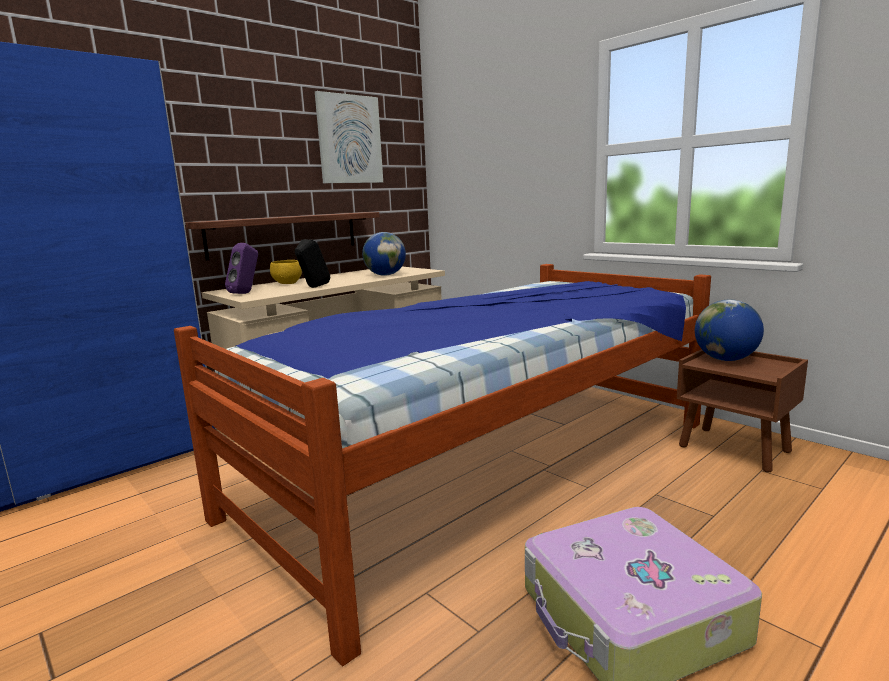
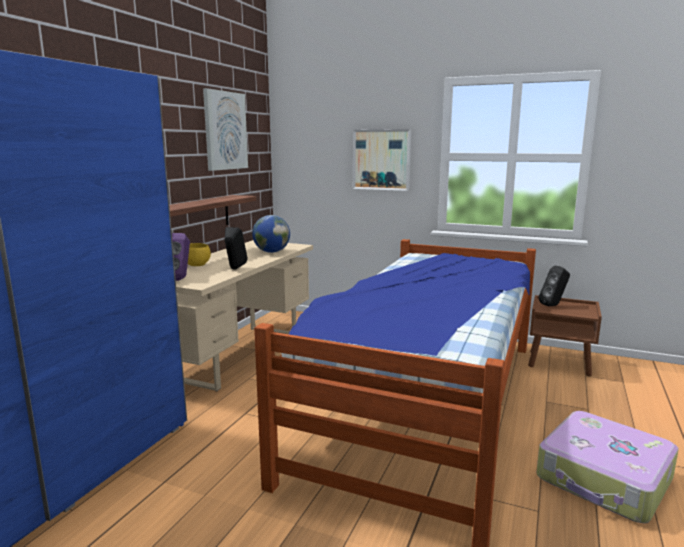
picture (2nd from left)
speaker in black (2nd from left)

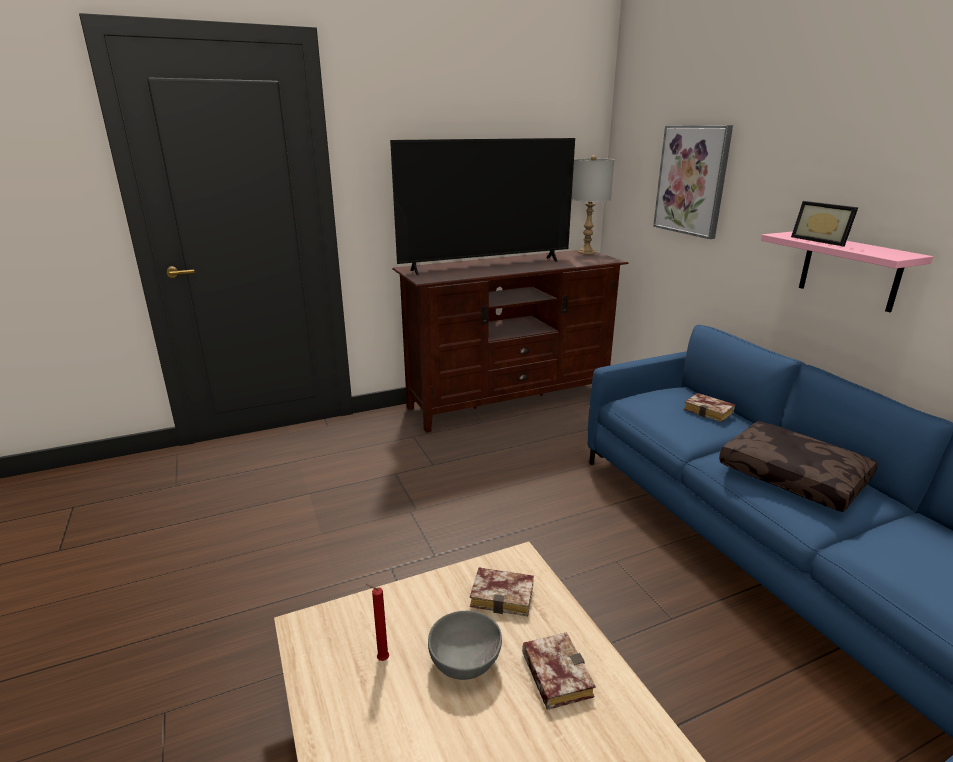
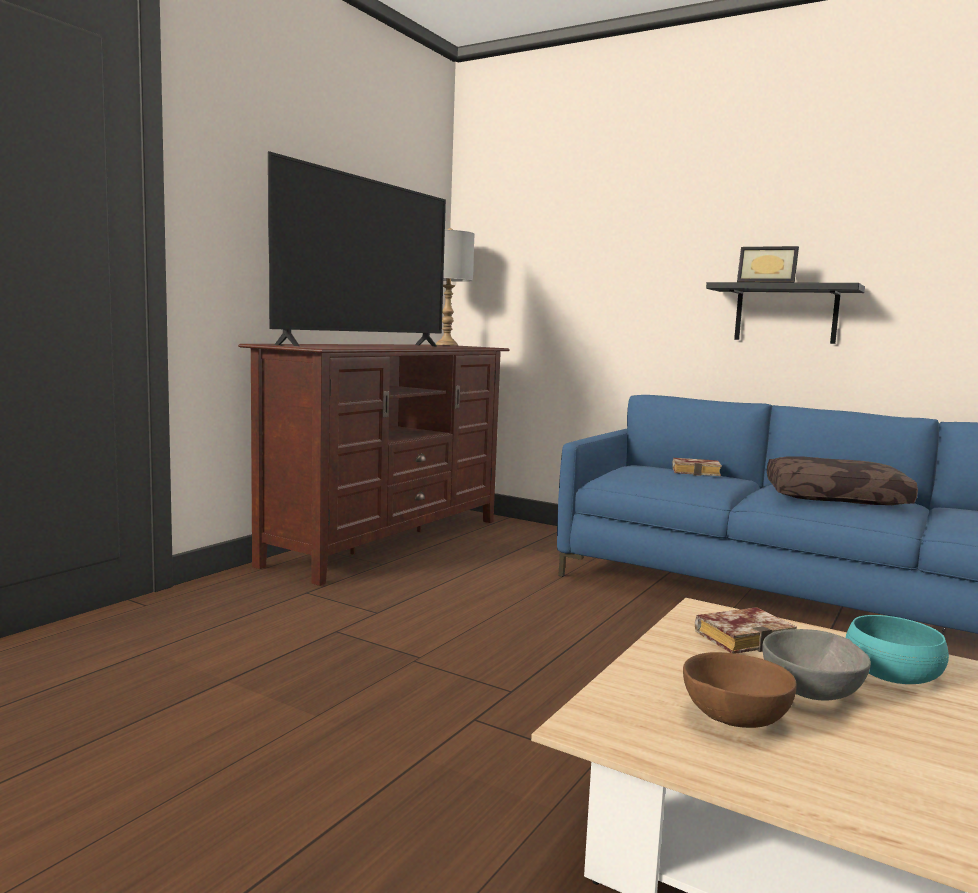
bowl in brown
shelf in black
bowl in turquoise
picture

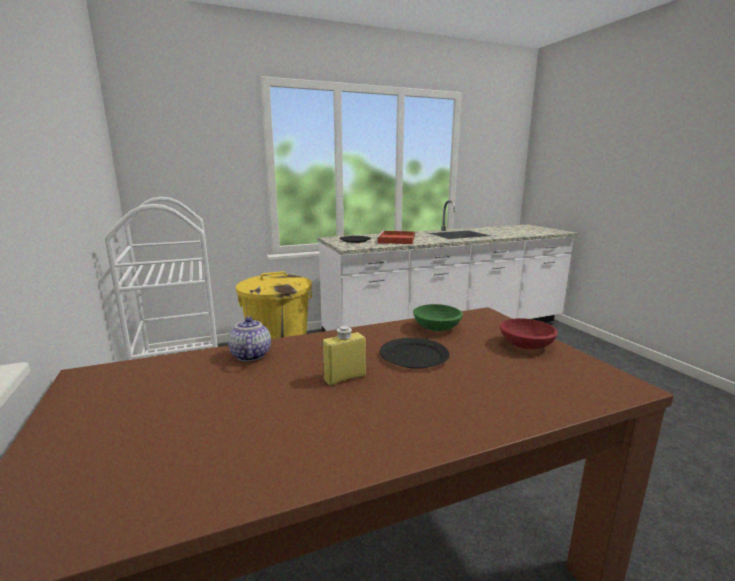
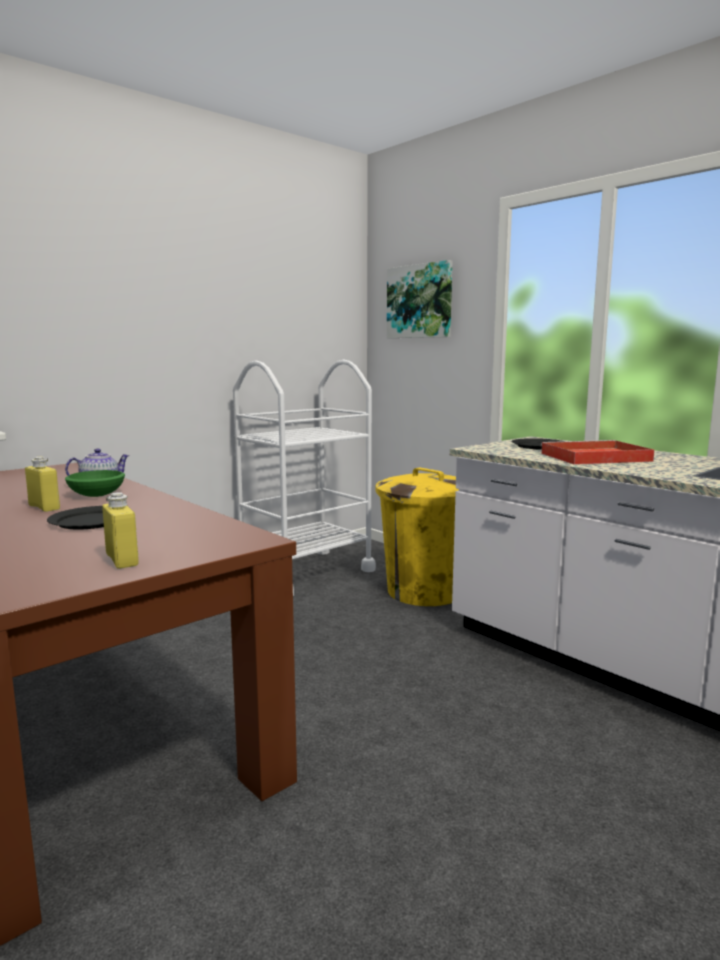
bowl in green
bottle in yellow (2nd from left)
picture

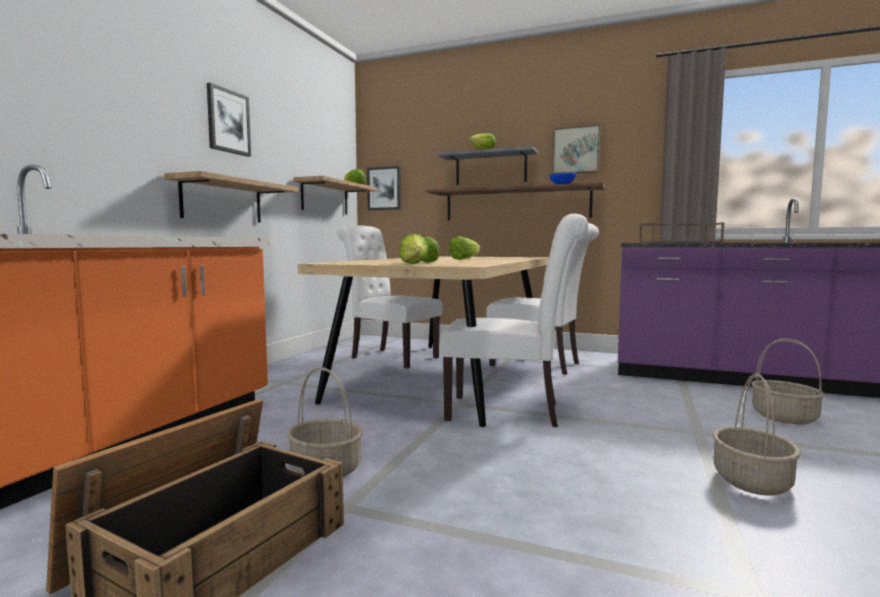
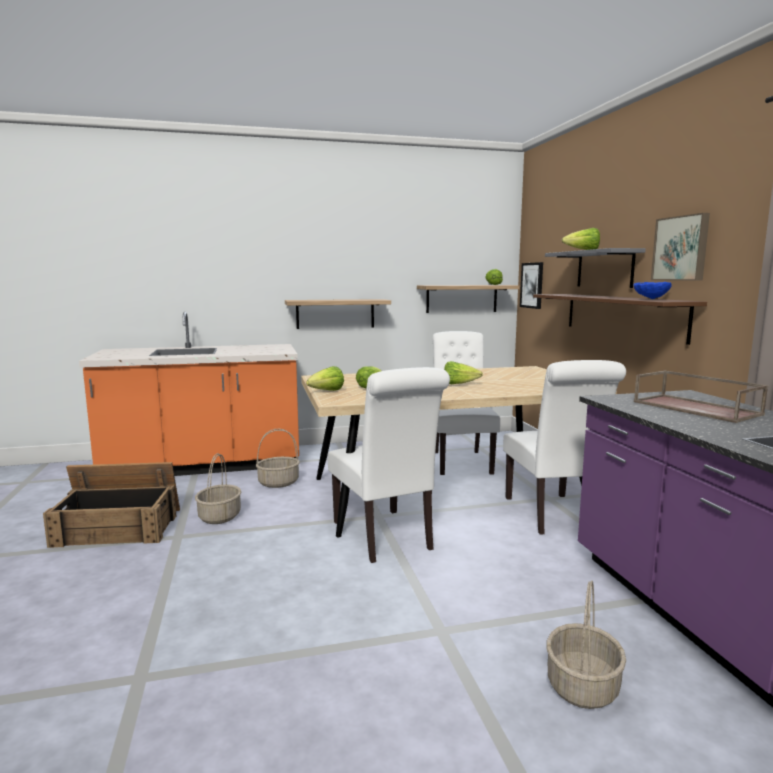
basket (2nd from left)
picture (1st from left in the first image)

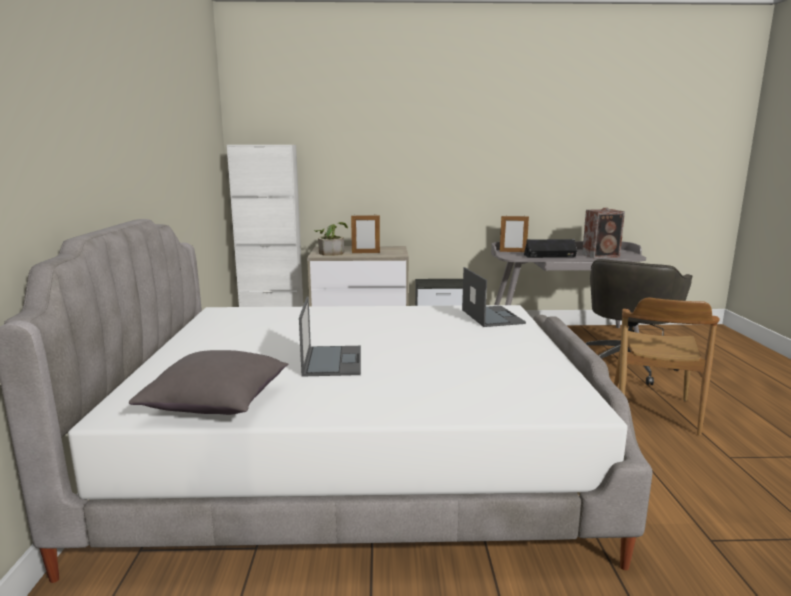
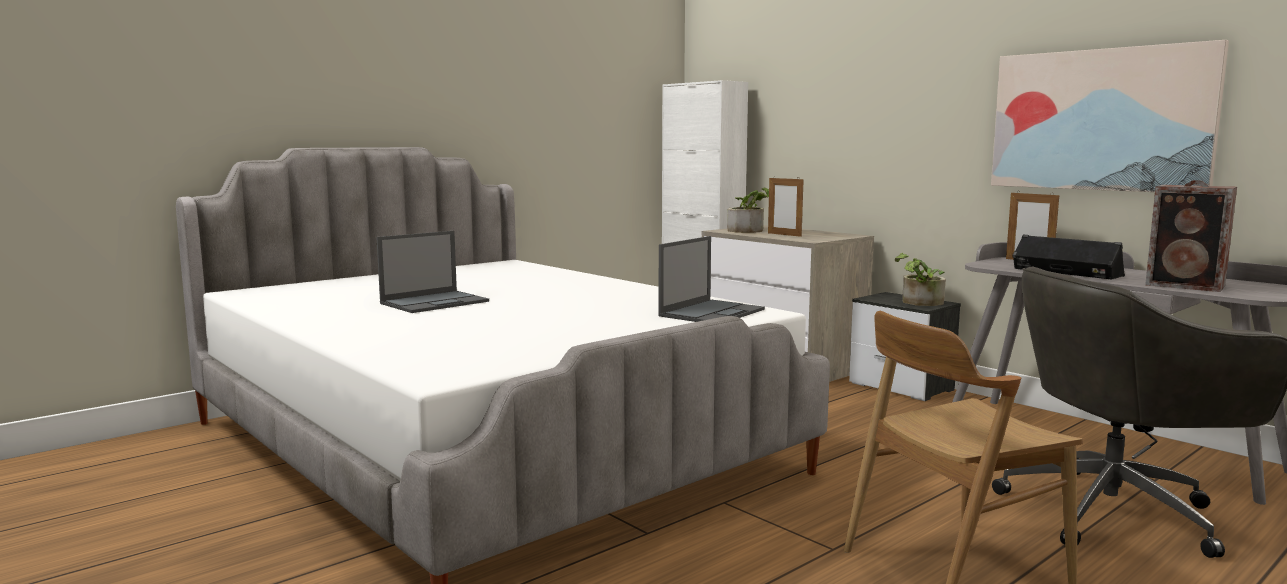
potted plant (2nd from left)
picture
pillow in grey

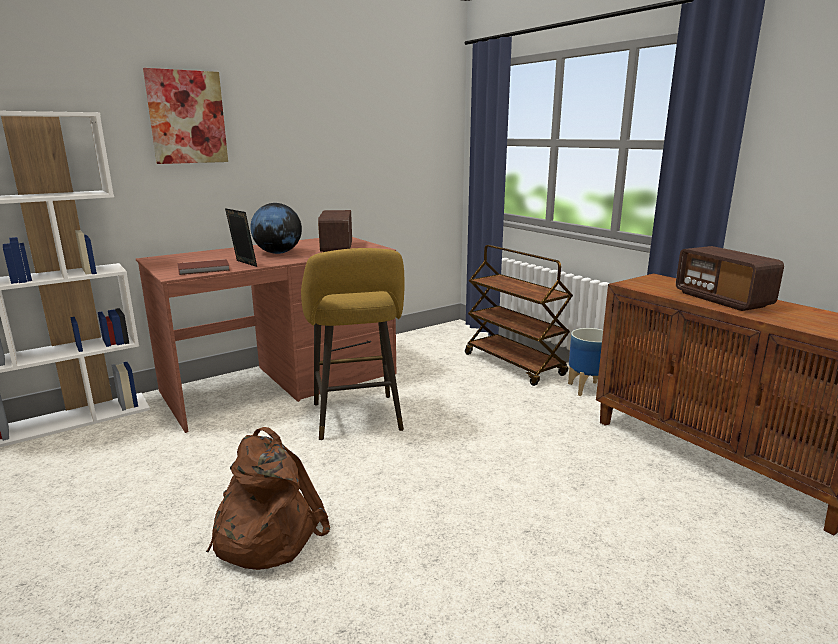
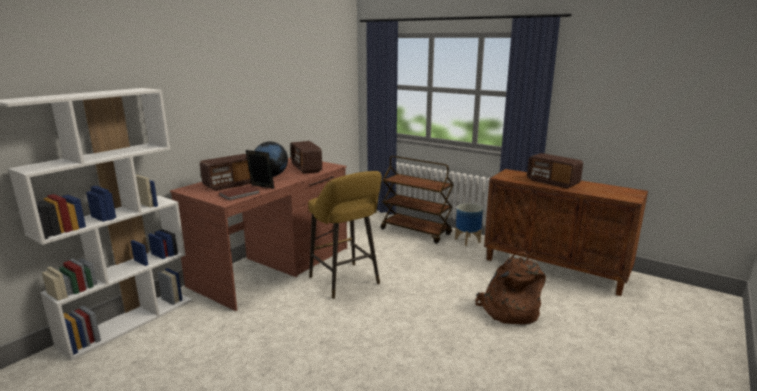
radio (1st from left)
backpack in brown
picture

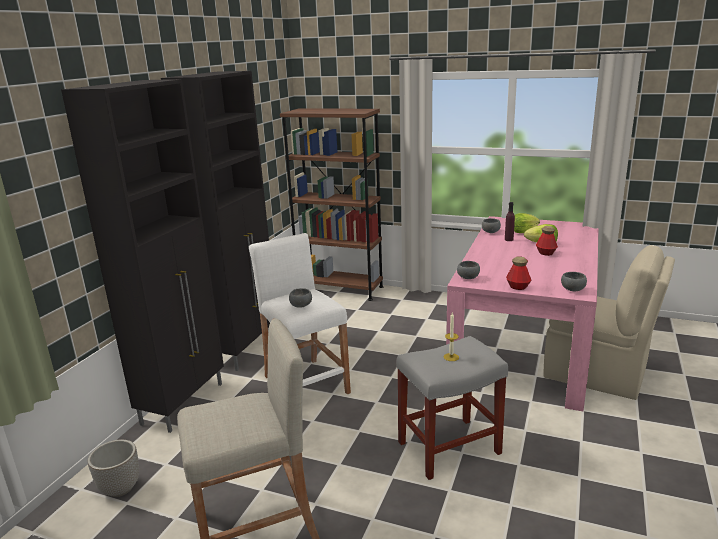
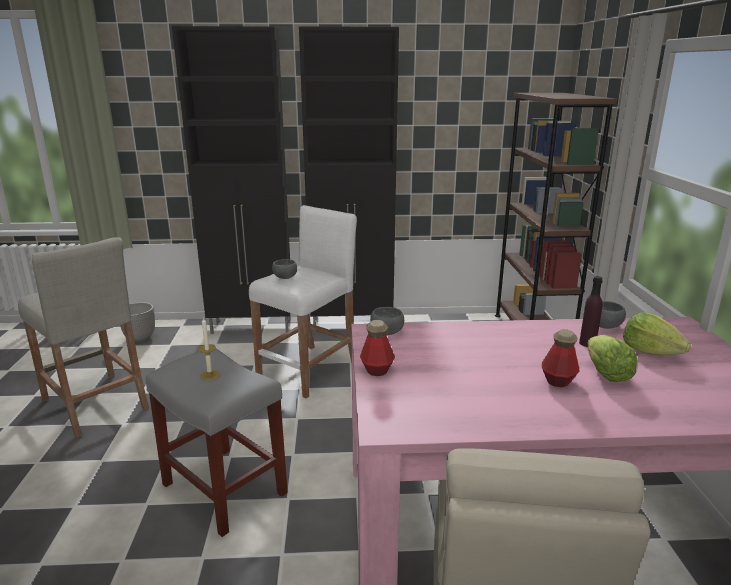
bowl in grey (4th from left in the first image)

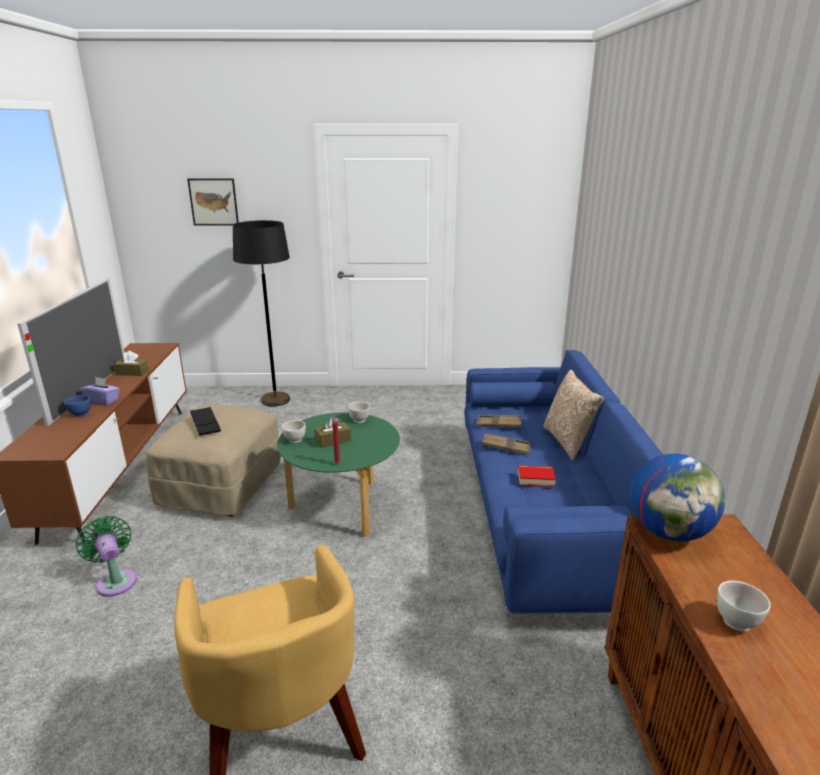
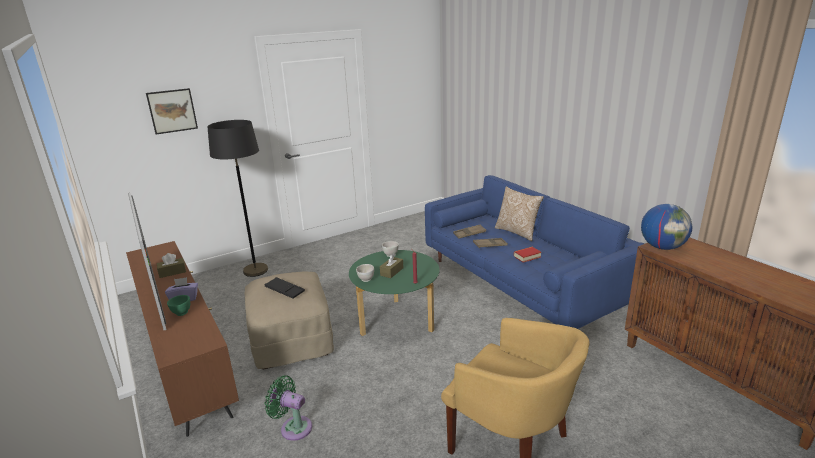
bowl in green
bowl in white (3rd from left in the first image)

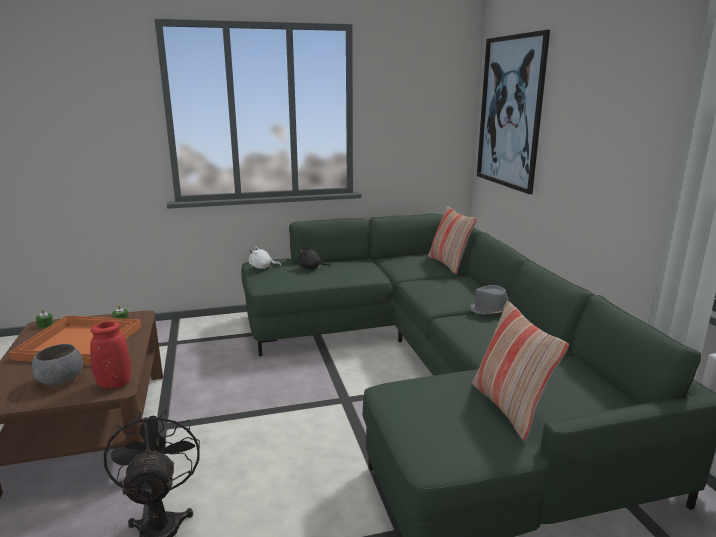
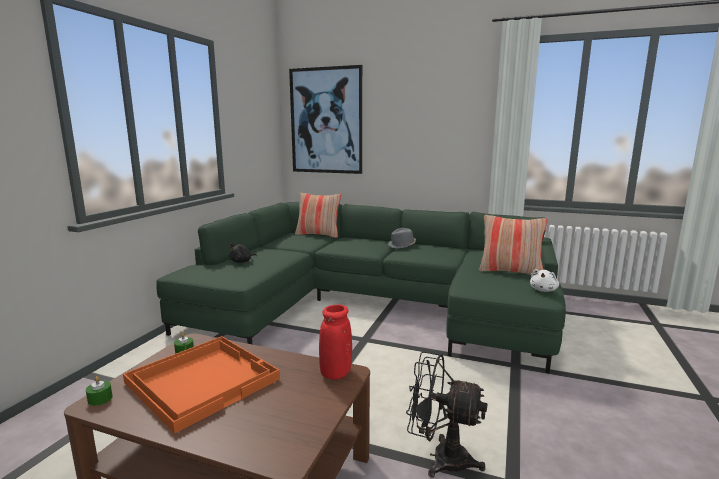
plush toy in white
bowl in grey

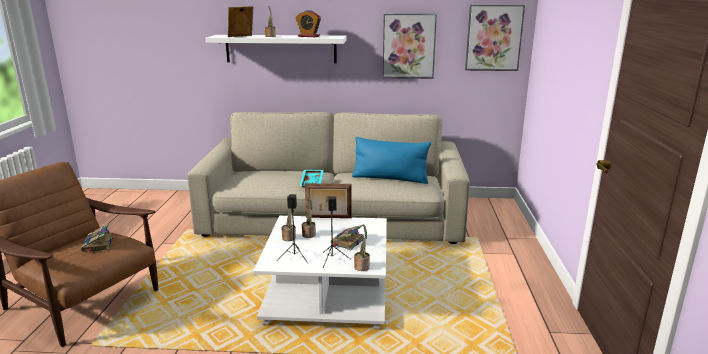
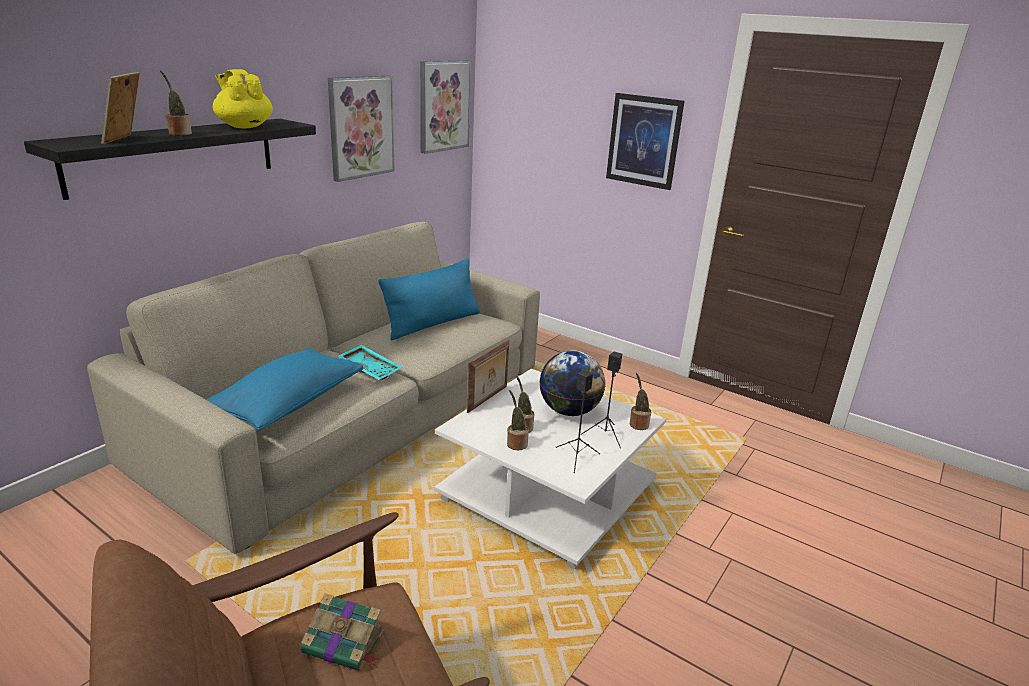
shelf in black
pillow in blue (1st from left)
teapot in yellow
globe
picture (3rd from left)

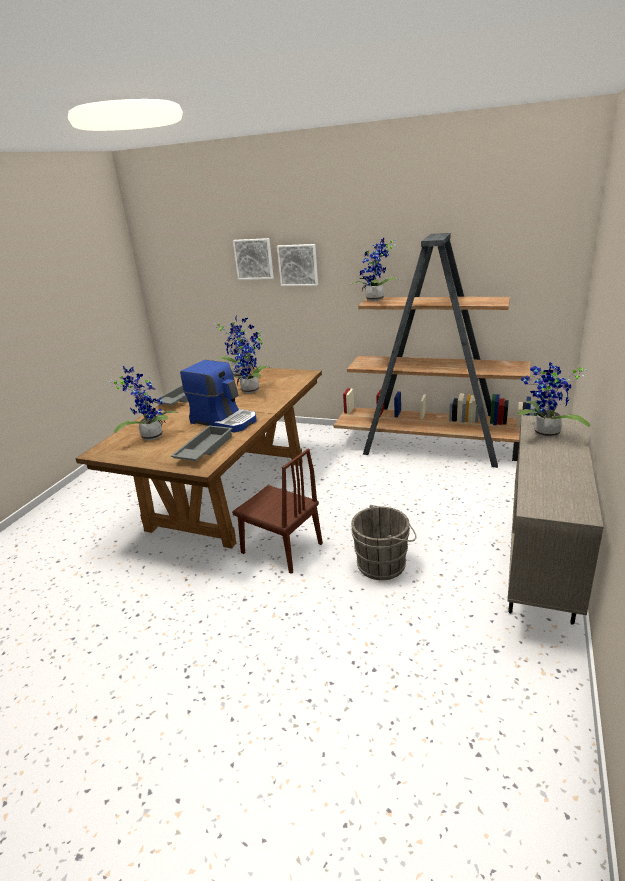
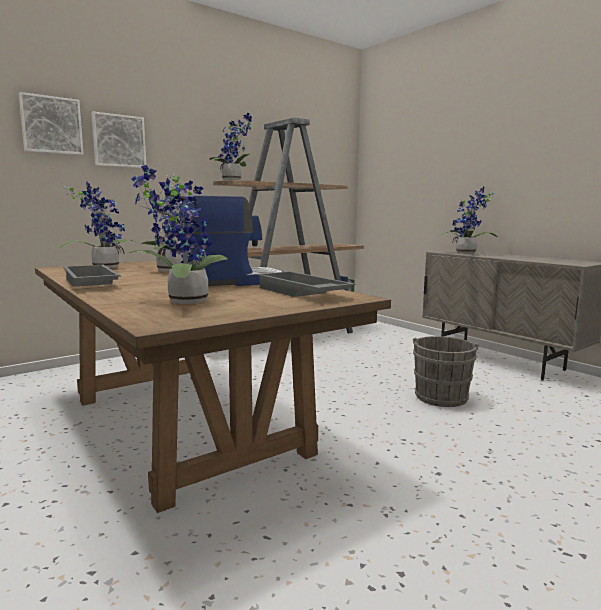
chair in brown

